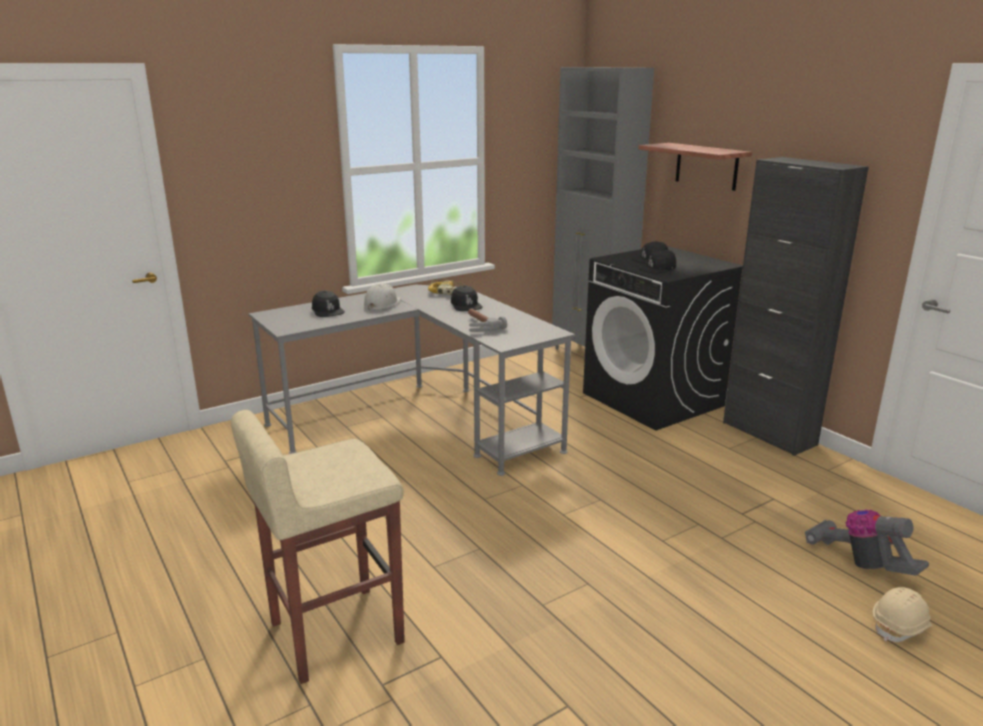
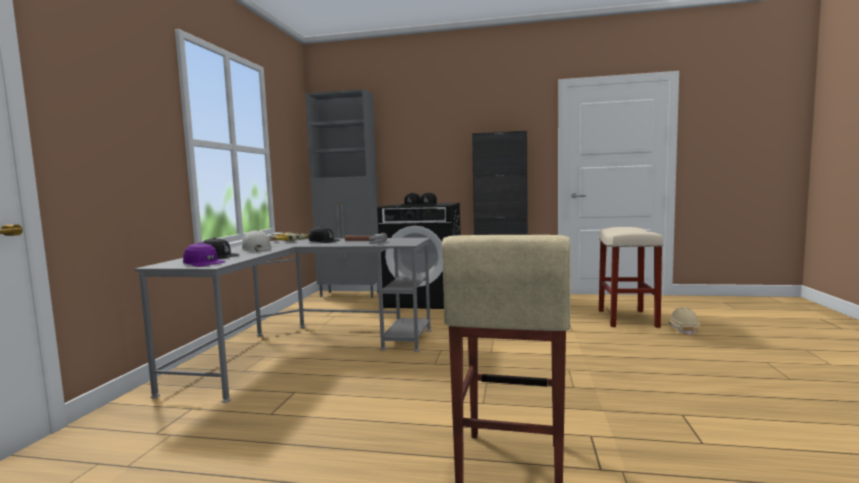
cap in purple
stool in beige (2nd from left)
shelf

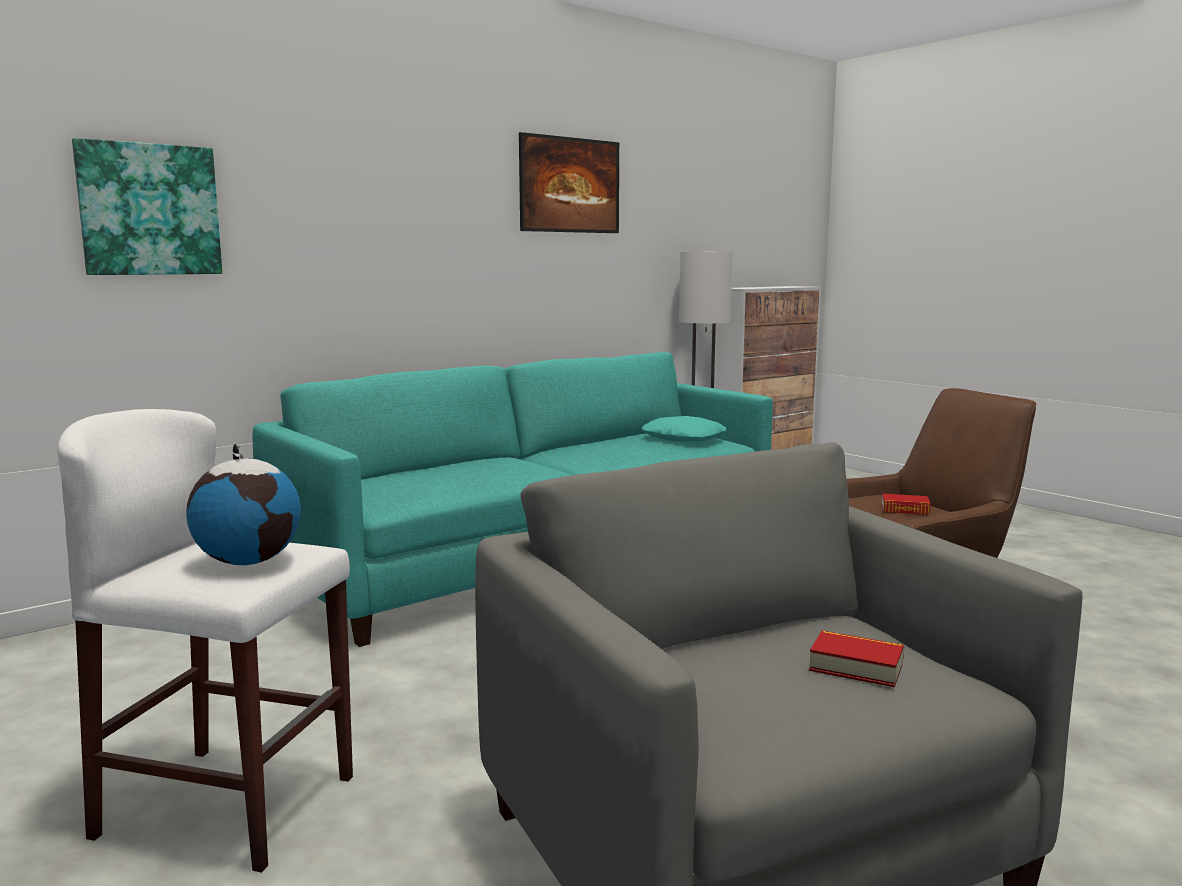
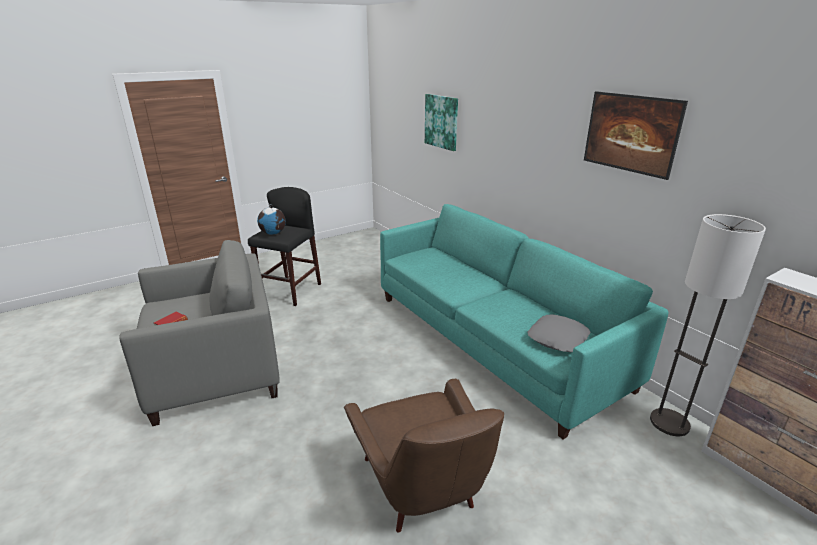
stool in black
pillow in grey
book (2nd from left in the first image)

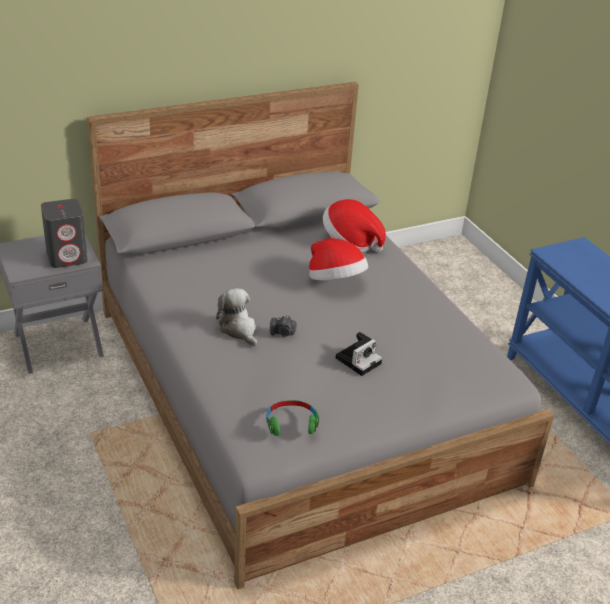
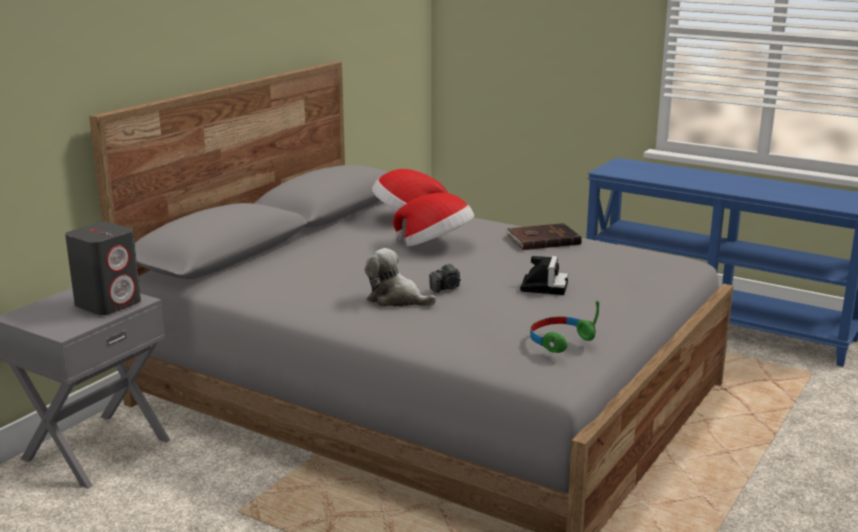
book in brown

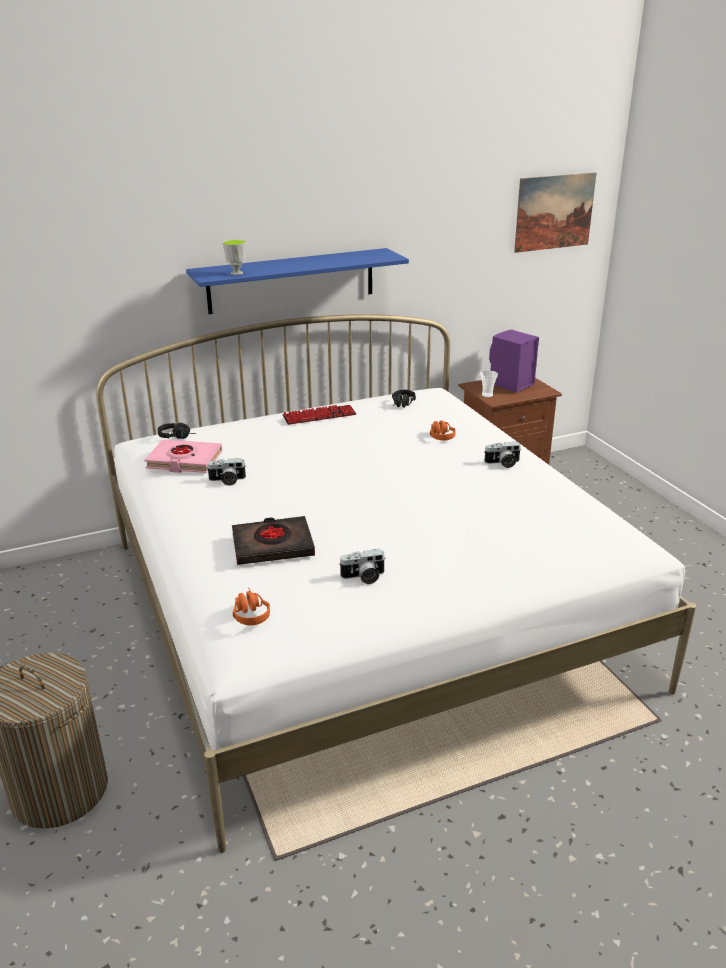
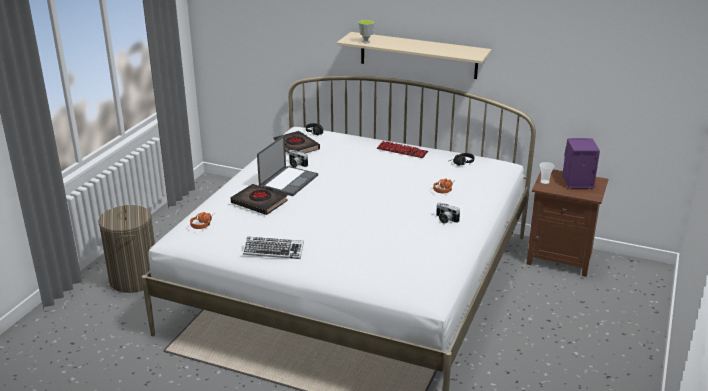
keyboard (1st from left)
laptop
book in black (2nd from left)
shelf in beige
photo camera (2nd from left in the first image)
picture

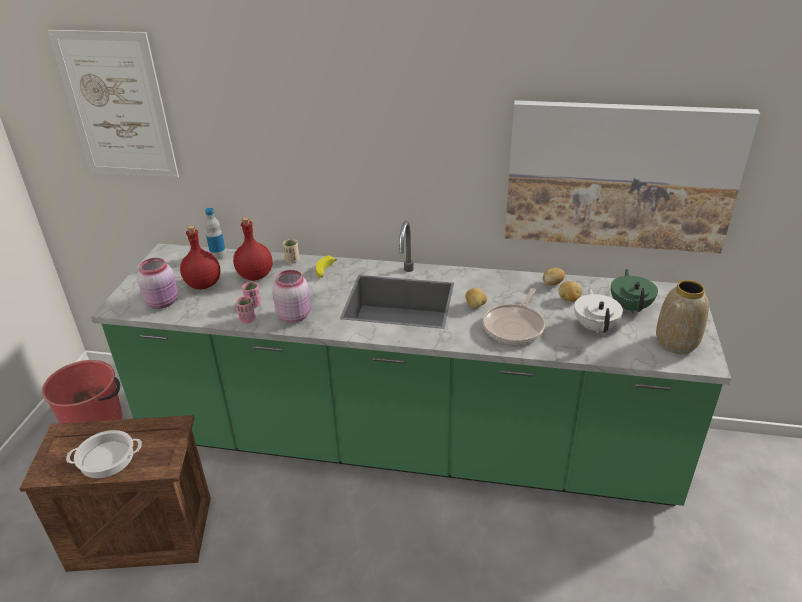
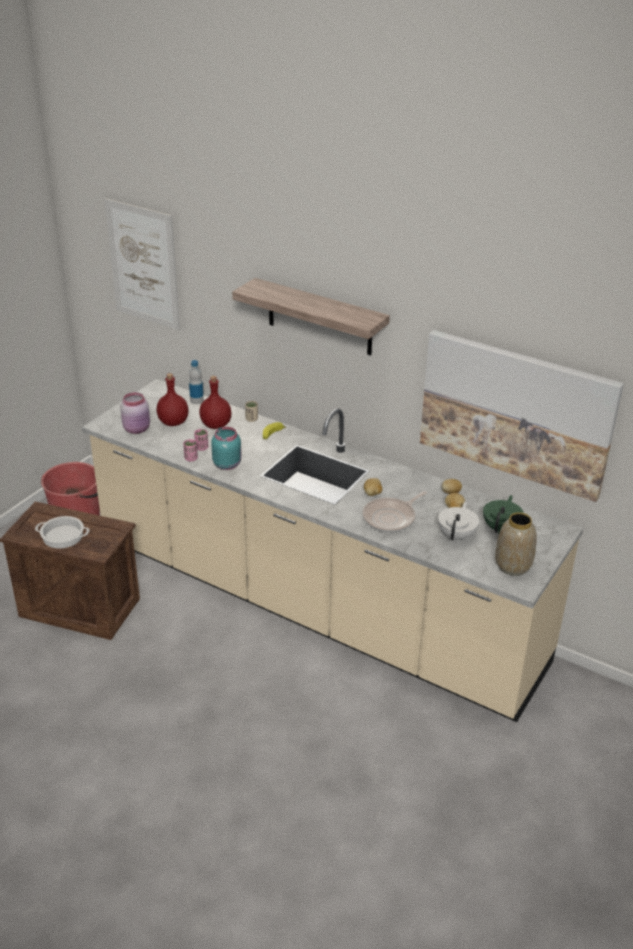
counter in beige
jar in turquoise
shelf

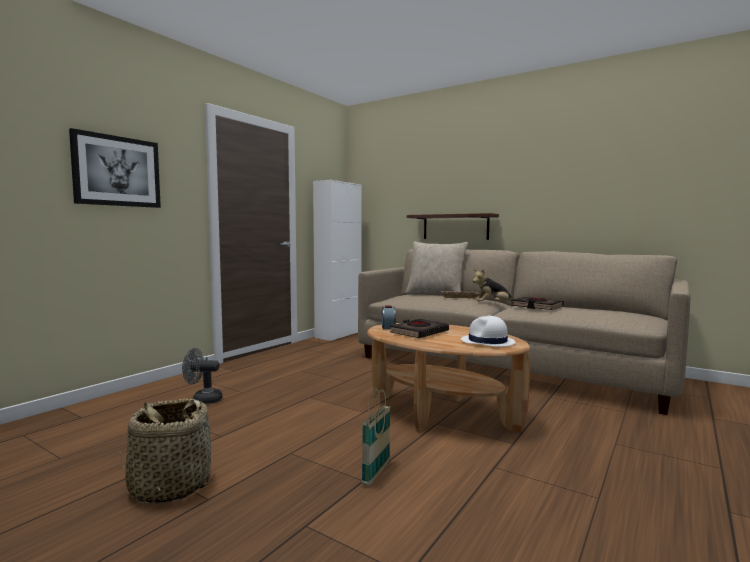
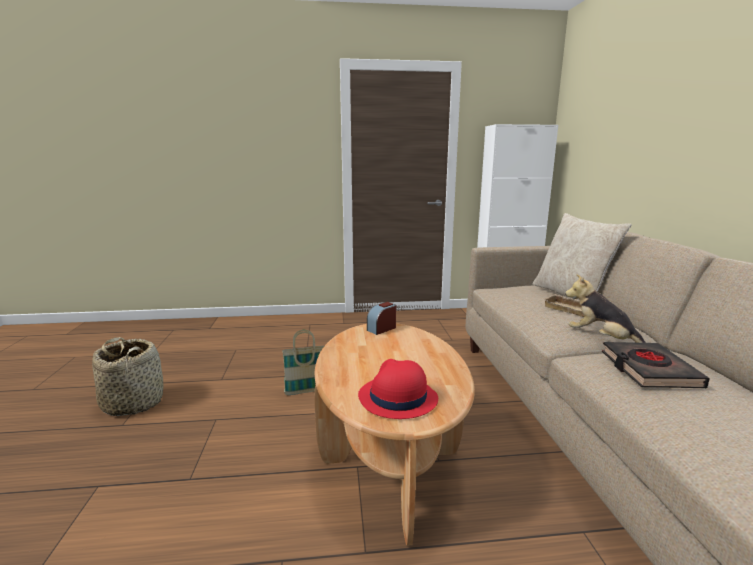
basket (2nd from left)
hat in red
picture
fan in grey
book in black (1st from left in the first image)
shelf

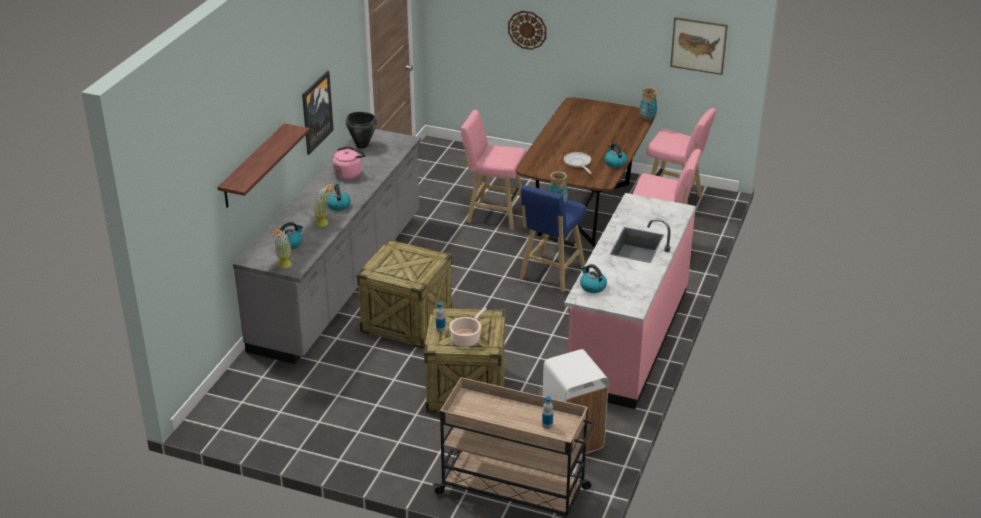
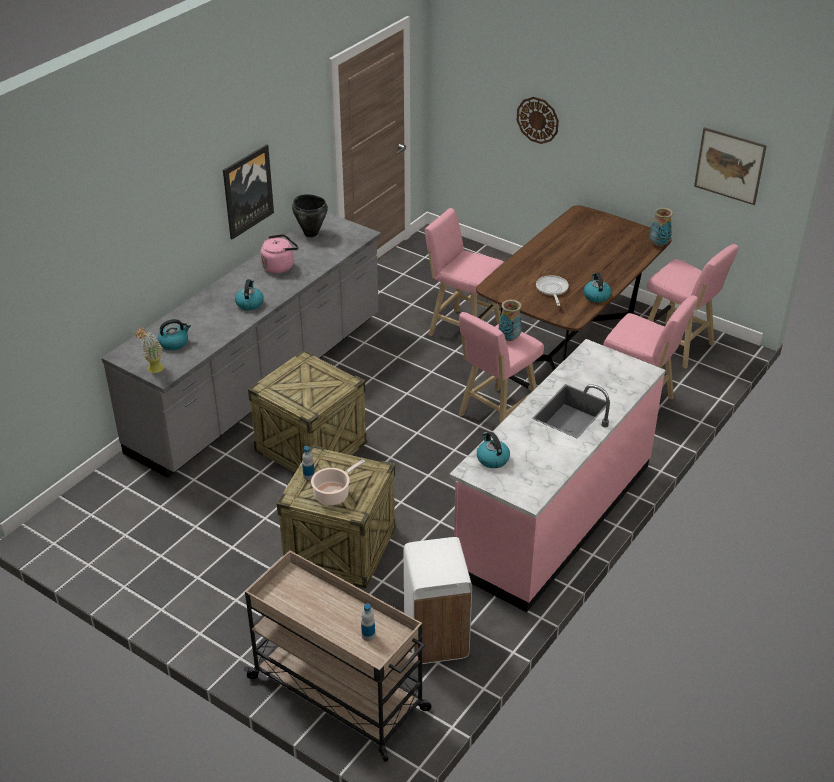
stool in pink (2nd from left)
shelf
potted plant (2nd from left in the first image)

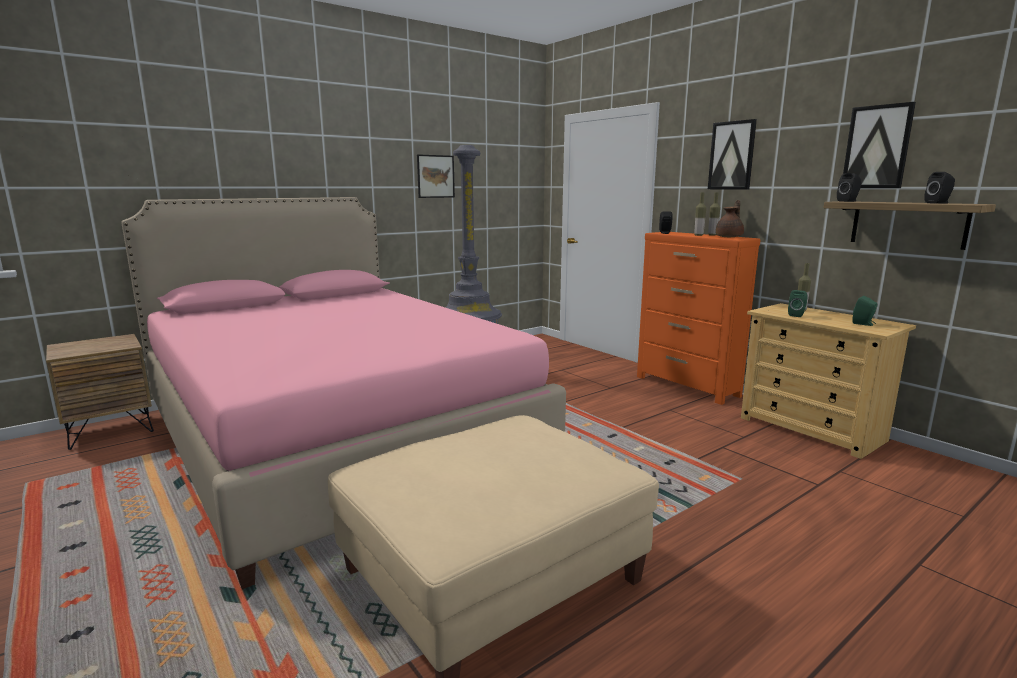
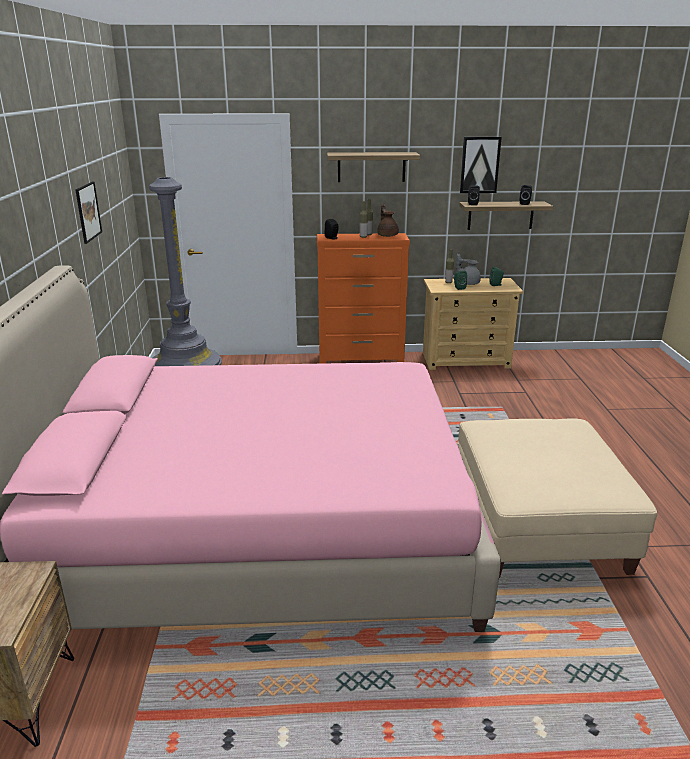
shelf (1st from left)
teapot in grey

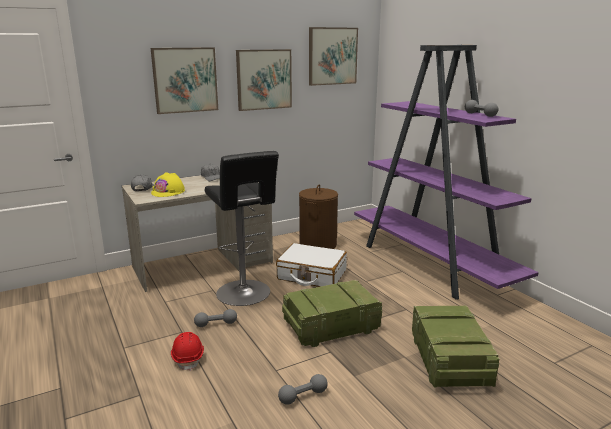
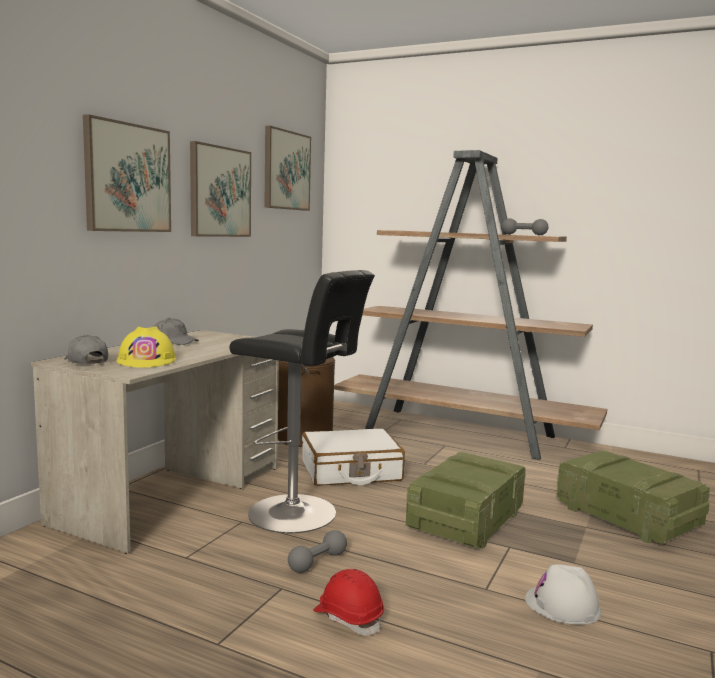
bookcase in brown
hard hat in white

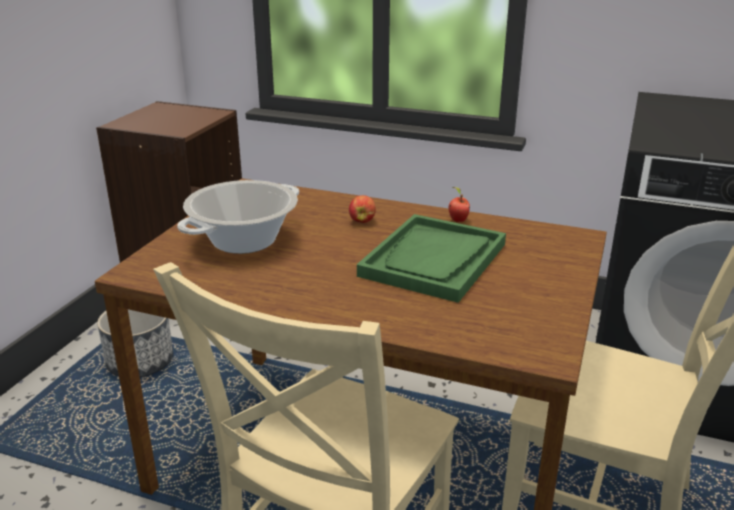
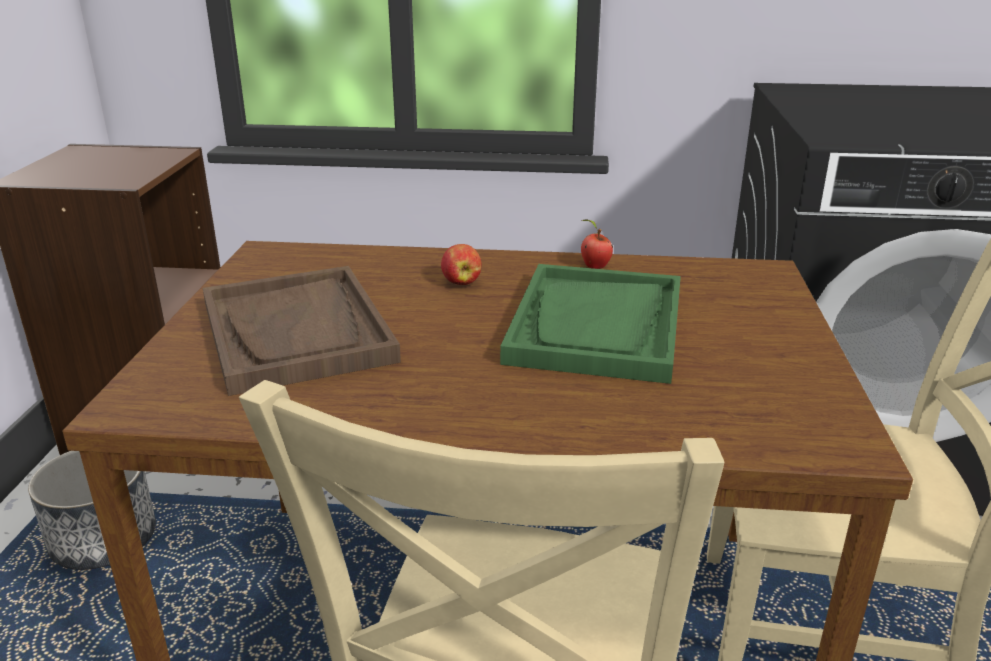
tray in brown

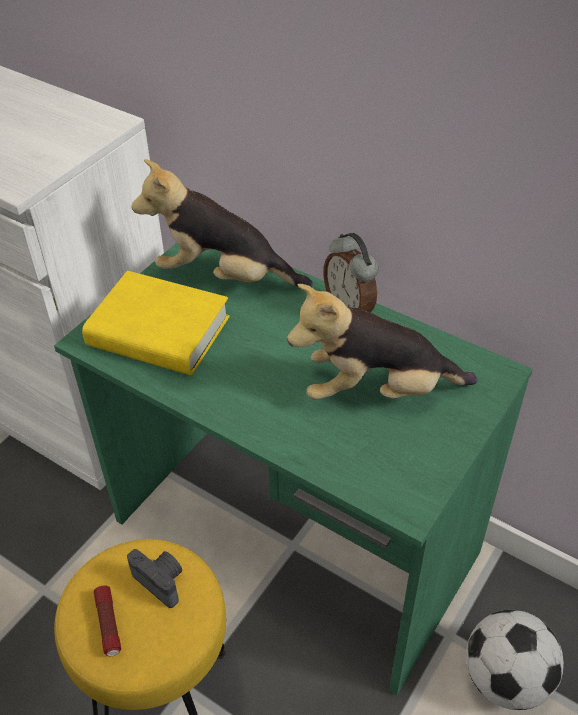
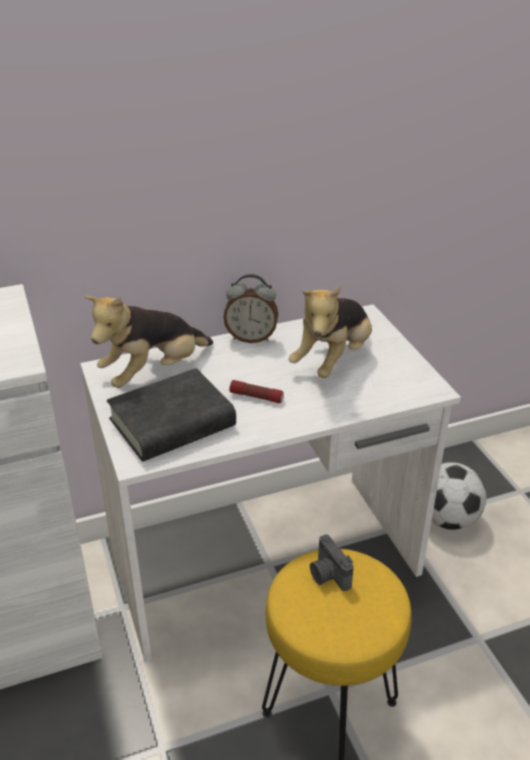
desk in white
book in black
flashlight
photo camera

